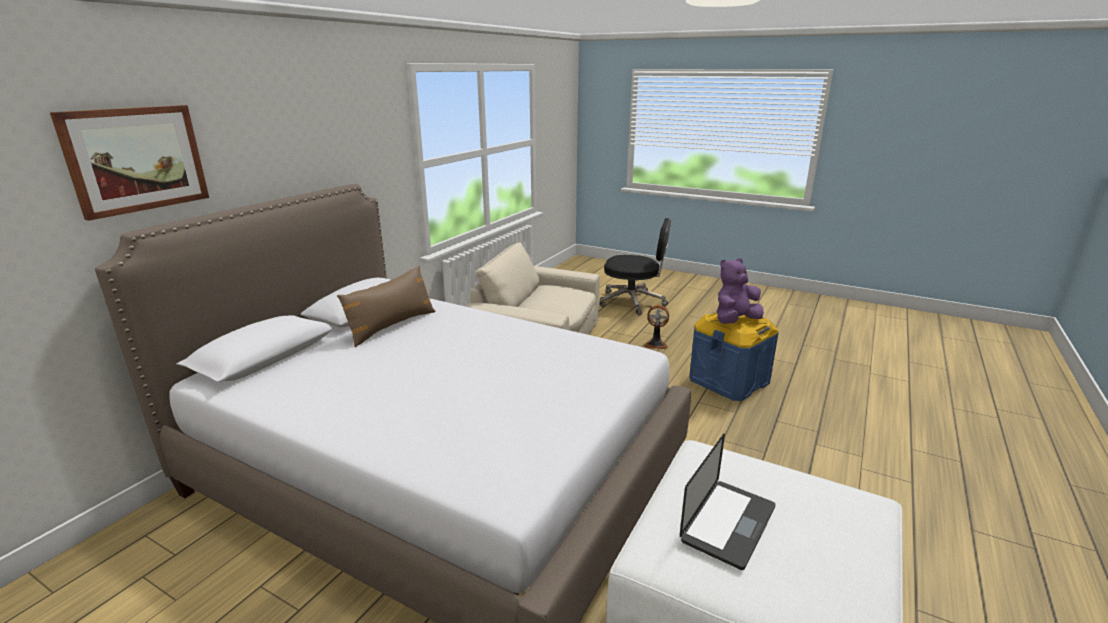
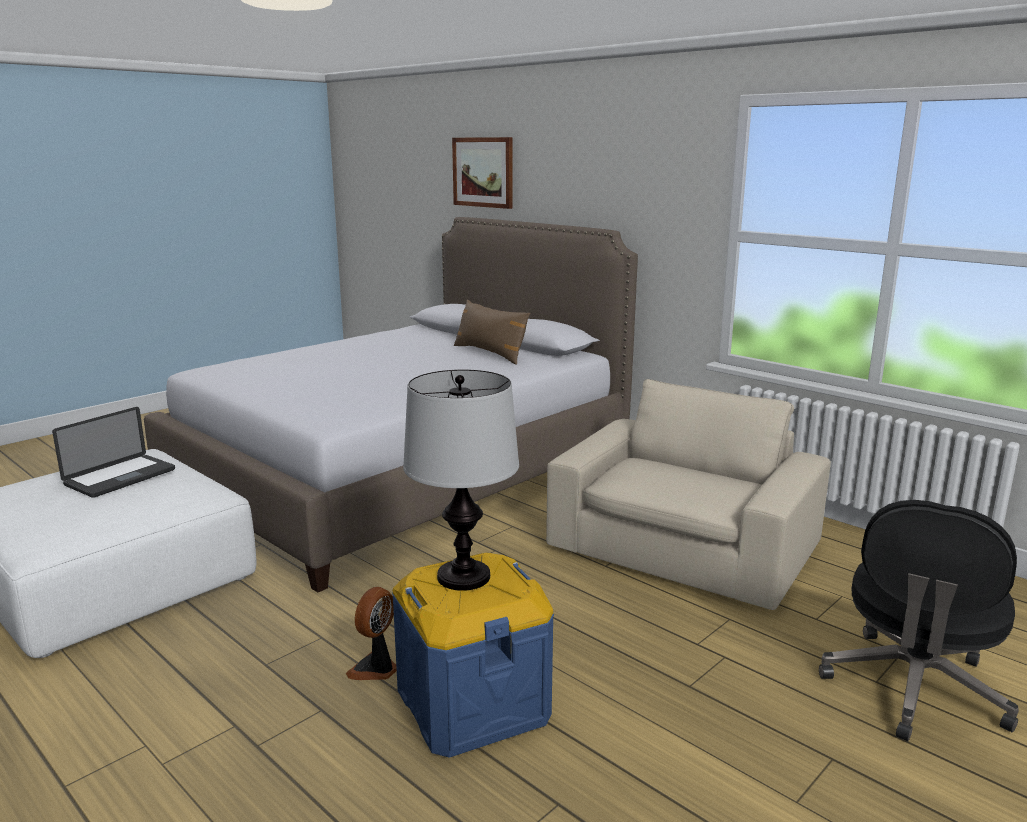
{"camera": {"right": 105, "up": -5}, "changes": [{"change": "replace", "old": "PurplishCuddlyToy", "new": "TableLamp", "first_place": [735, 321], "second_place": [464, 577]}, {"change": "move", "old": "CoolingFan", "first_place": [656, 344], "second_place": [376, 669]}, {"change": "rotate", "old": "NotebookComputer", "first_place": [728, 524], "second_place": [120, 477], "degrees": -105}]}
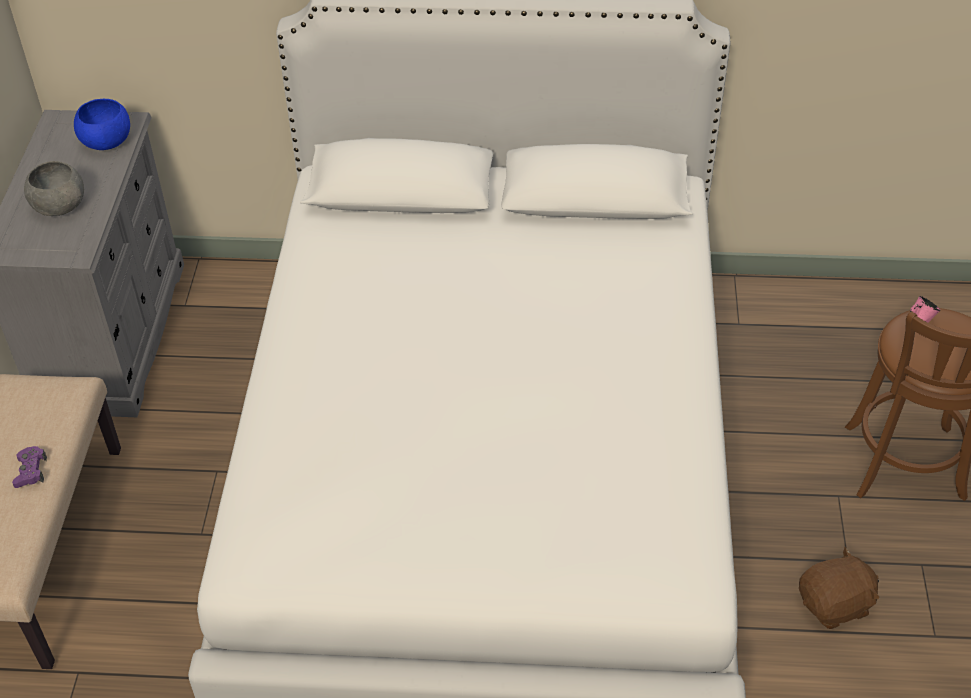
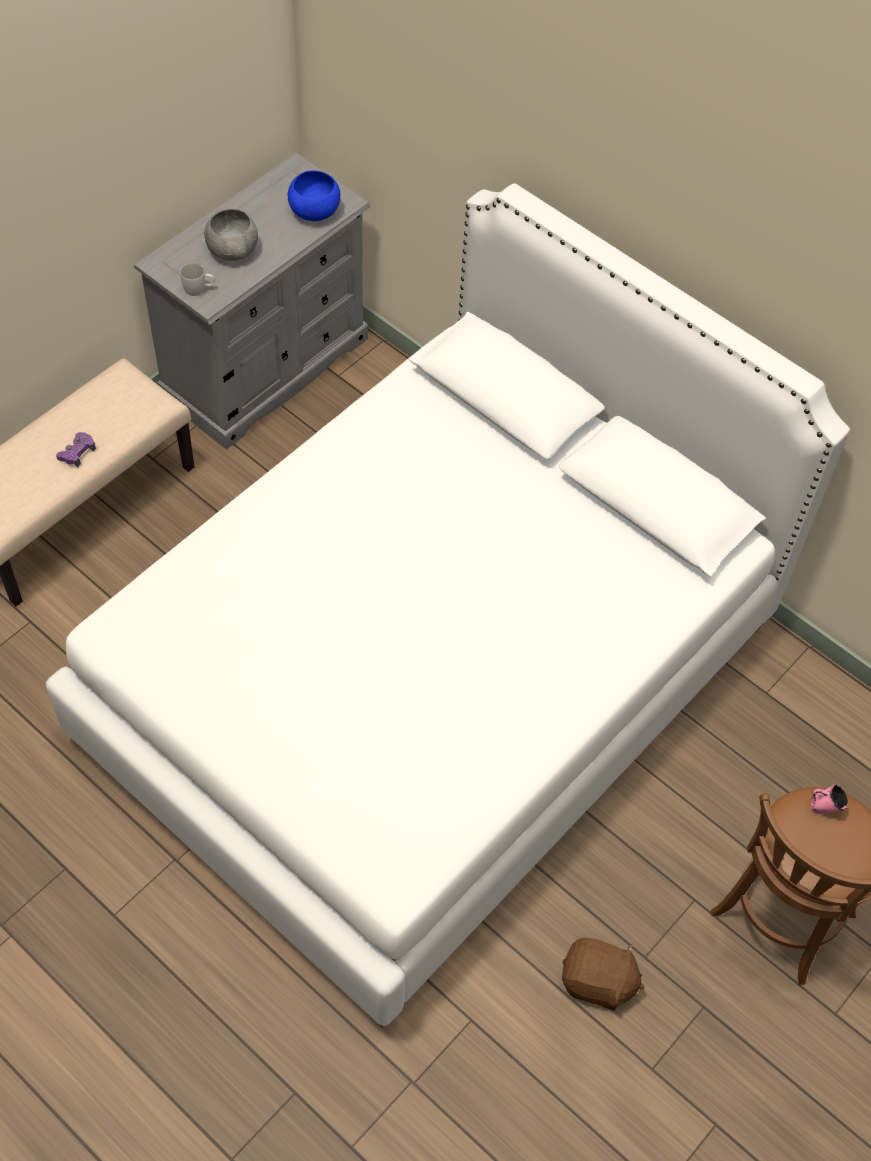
{"camera": {"right": 35, "up": 10}, "changes": [{"change": "insert", "new": "WhiteColouredCoffeeMug", "second_place": [199, 289]}]}
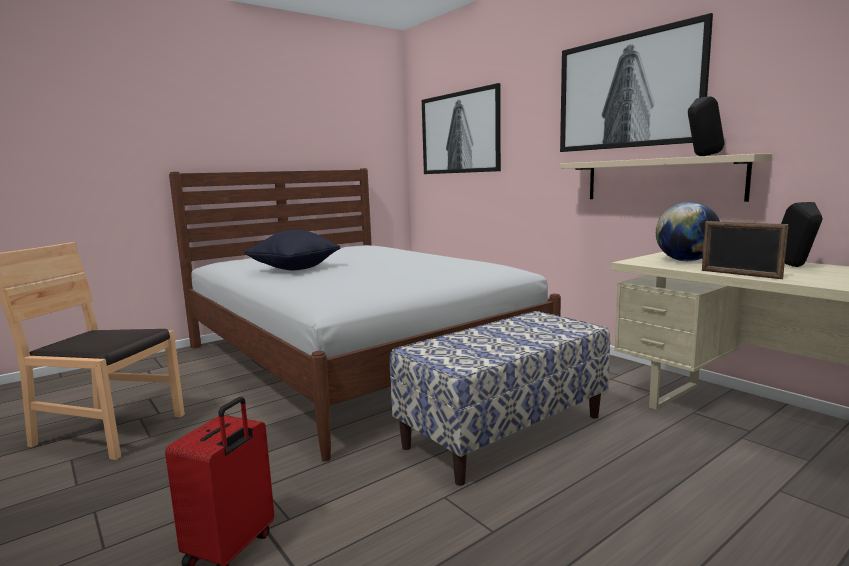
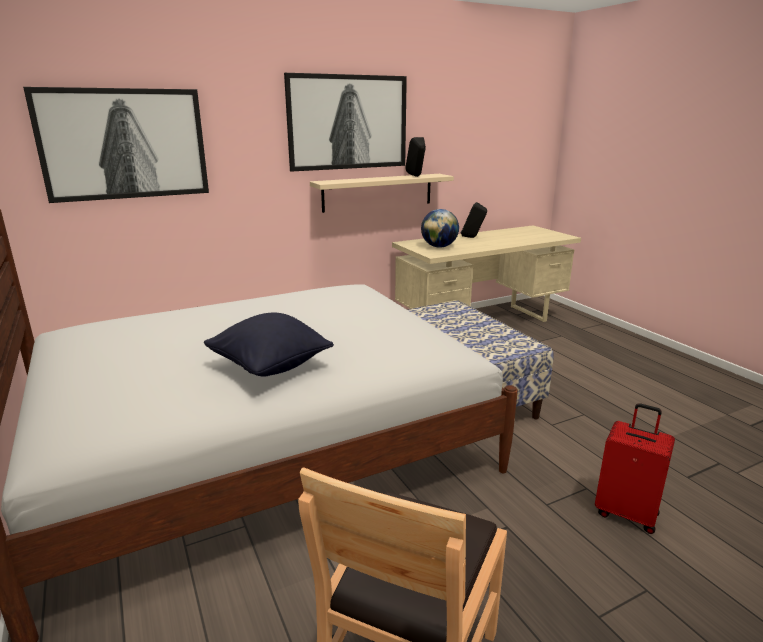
{"camera": {"right": -80, "up": 10}, "changes": [{"change": "delete", "old": "StandingFrame", "first_place": [740, 274]}]}
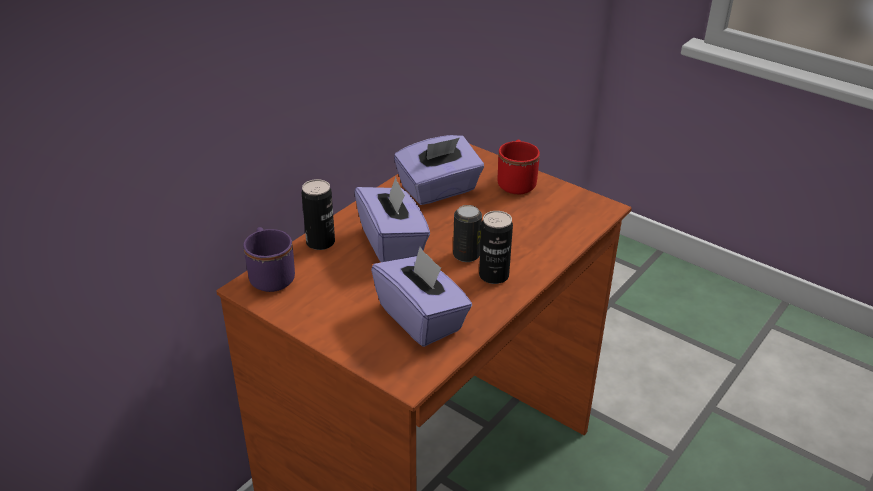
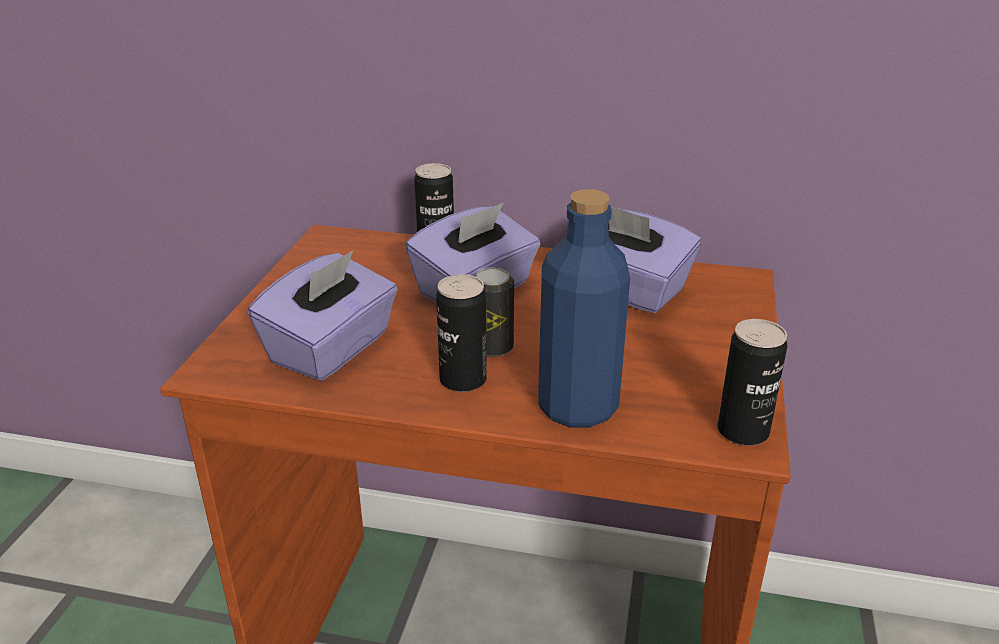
{"camera": {"right": 65, "up": -5}, "changes": [{"change": "delete", "old": "ReddishCoffeeMug", "first_place": [516, 182]}, {"change": "delete", "old": "PurplishCoffeeMug", "first_place": [270, 275]}, {"change": "insert", "new": "BlueDrinkBottle", "second_place": [577, 407]}, {"change": "insert", "new": "Can", "second_place": [742, 431]}]}
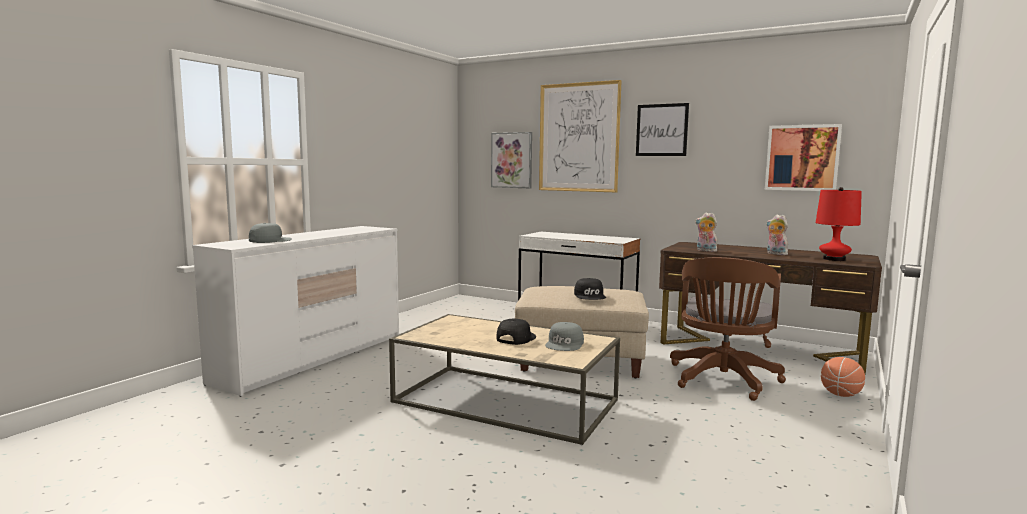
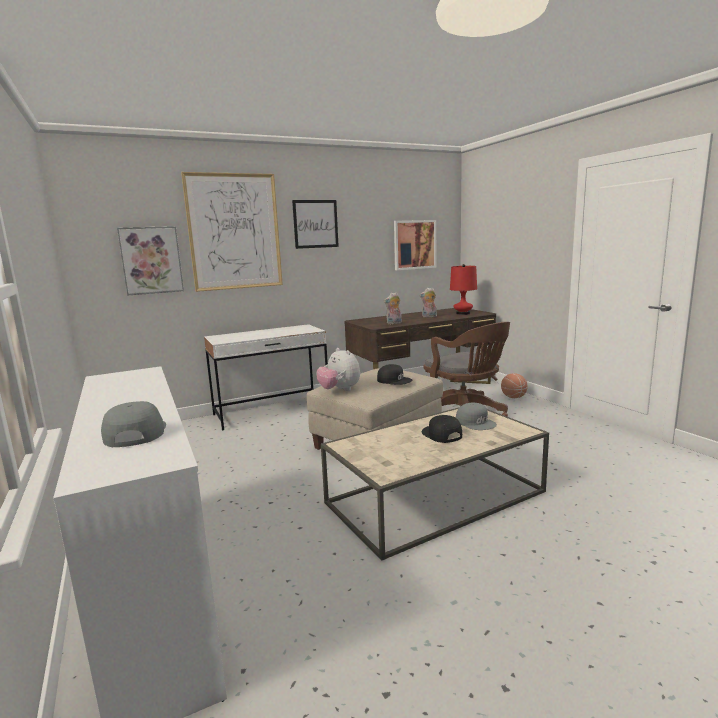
{"camera": {"right": -55, "up": 5}, "changes": [{"change": "insert", "new": "CuddlyToy", "second_place": [339, 390]}]}
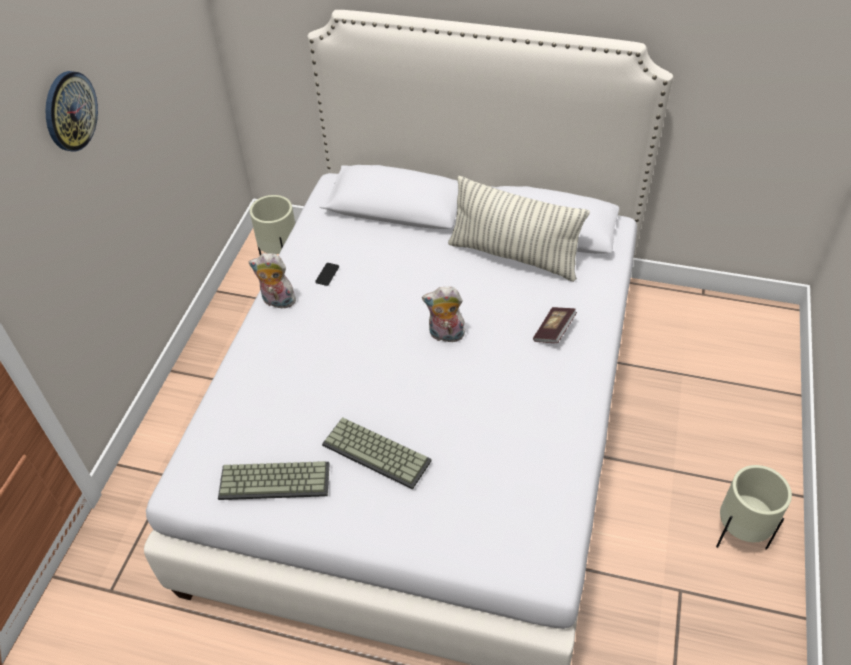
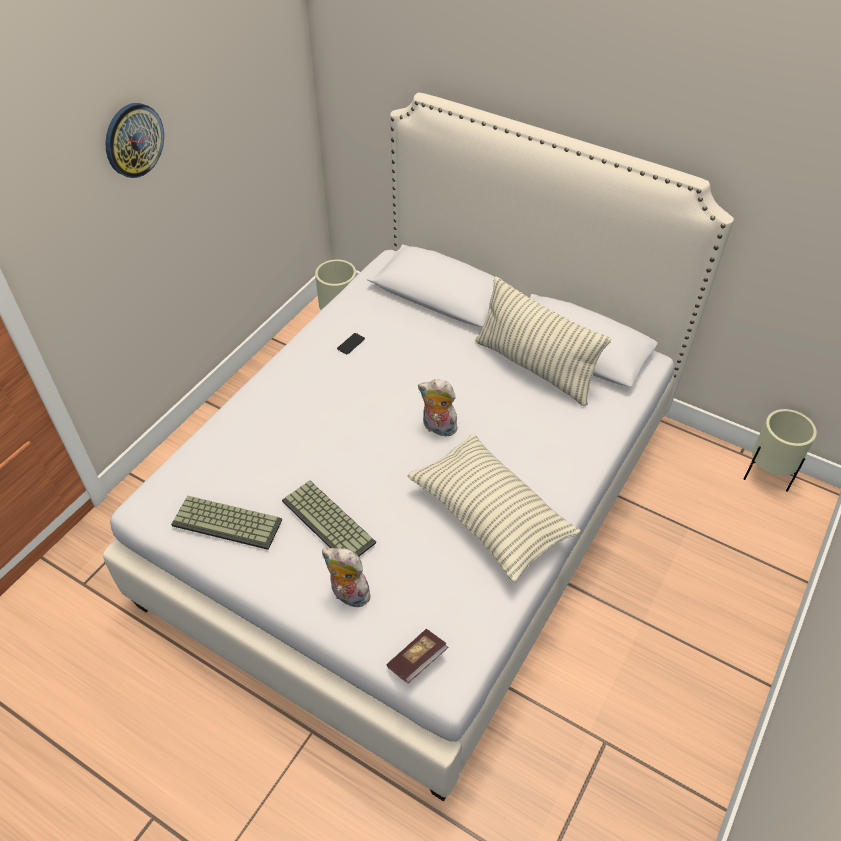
{"camera": {"right": 15, "up": 0}, "changes": [{"change": "move", "old": "CuddlyToy", "first_place": [277, 302], "second_place": [348, 595]}, {"change": "move", "old": "Volume", "first_place": [553, 331], "second_place": [417, 661]}, {"change": "move", "old": "BeigeColouredPlanter", "first_place": [738, 535], "second_place": [766, 476]}, {"change": "insert", "new": "Pillow", "second_place": [490, 517]}]}
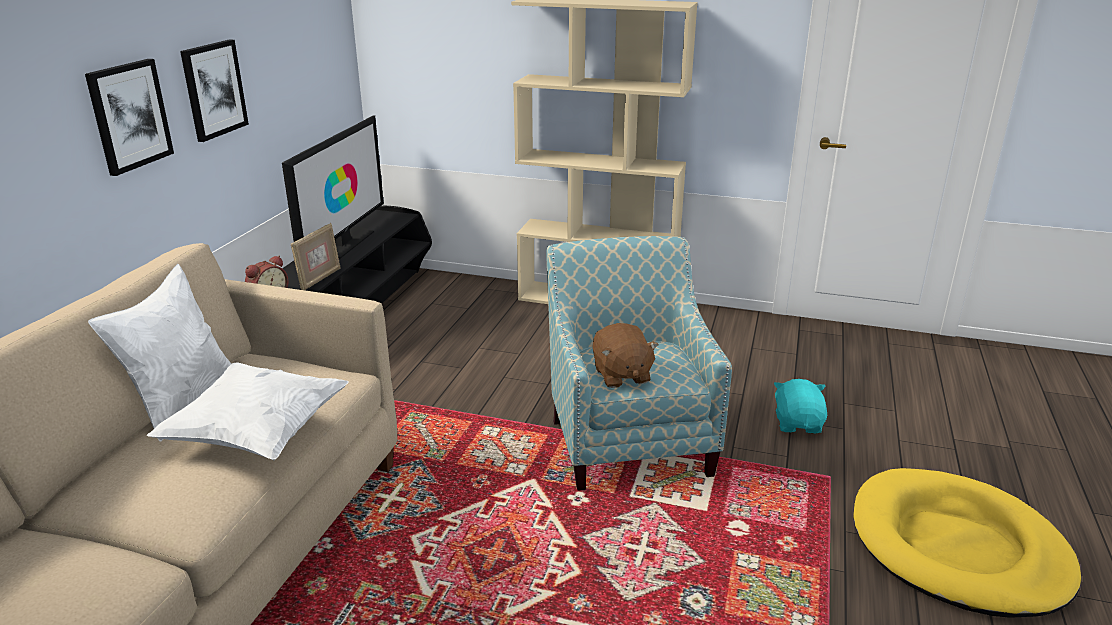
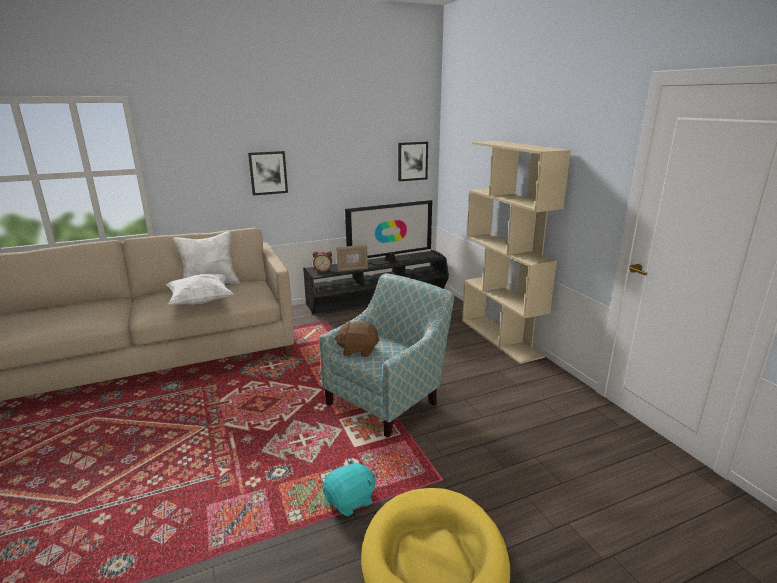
{"camera": {"right": 50, "up": -5}, "changes": [{"change": "move", "old": "WallArt", "first_place": [213, 89], "second_place": [412, 161]}, {"change": "rotate", "old": "BrownCuddlyToy", "first_place": [621, 375], "second_place": [358, 350], "degrees": 60}, {"change": "move", "old": "BlueGreenCuddlyToy", "first_place": [798, 424], "second_place": [350, 501]}]}
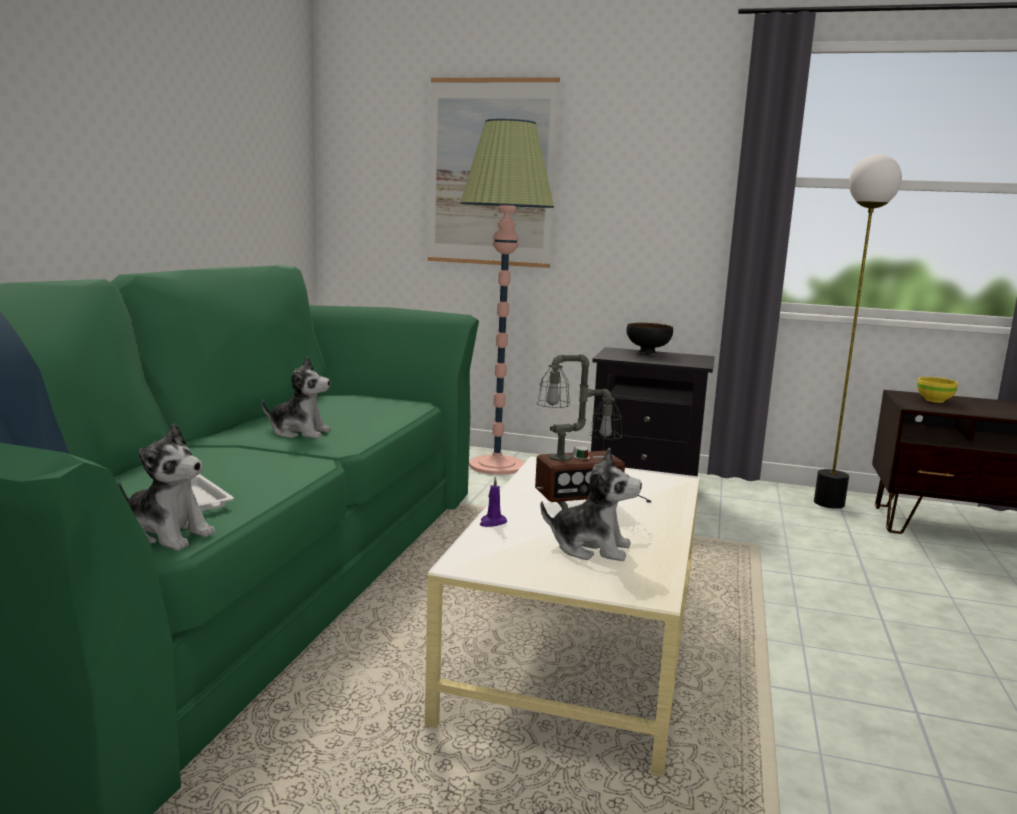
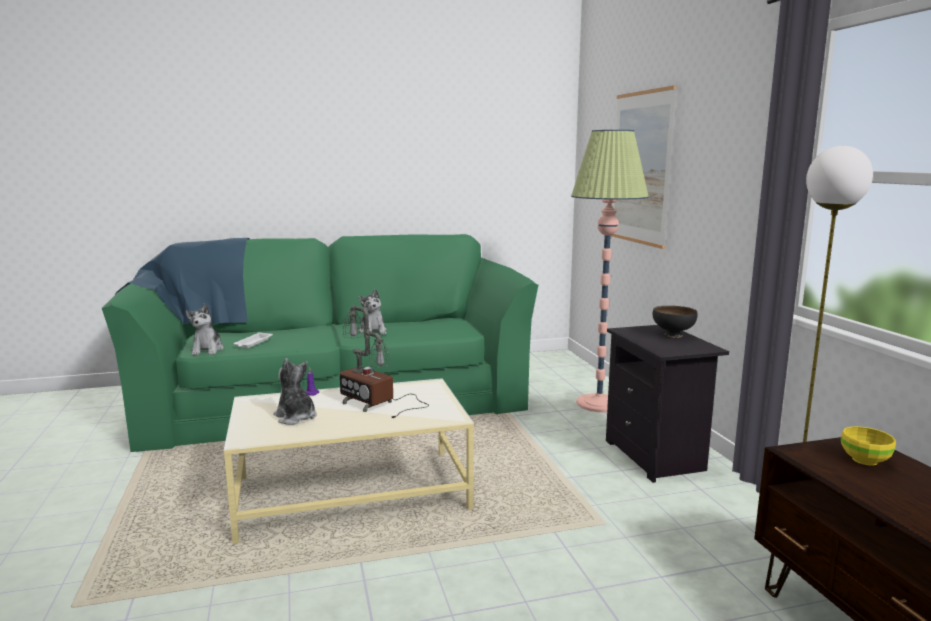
{"camera": {"right": 60, "up": 0}, "changes": [{"change": "rotate", "old": "CuddlyToy", "first_place": [590, 547], "second_place": [296, 417], "degrees": 150}]}
